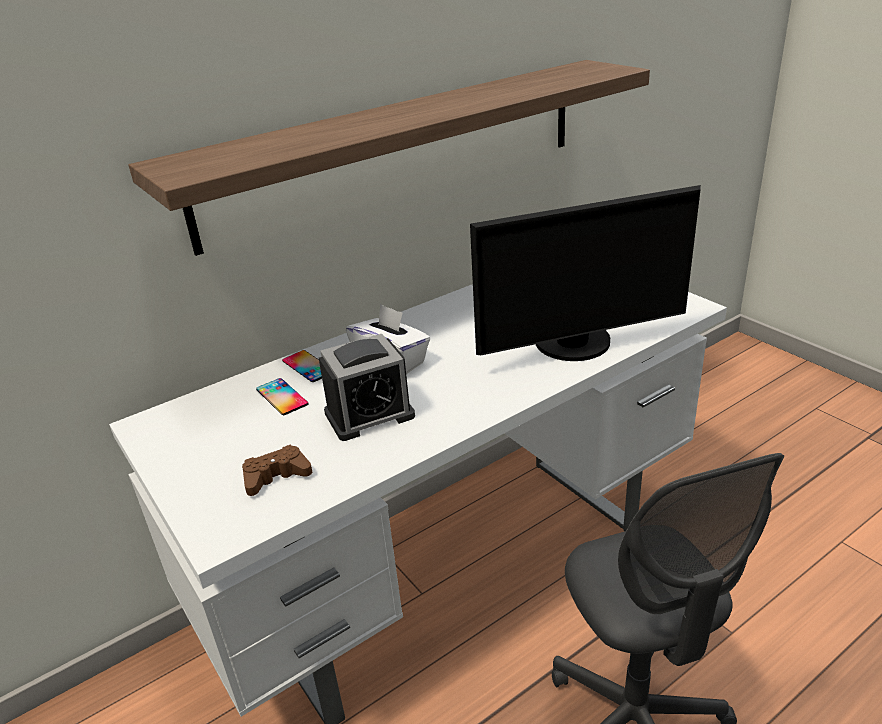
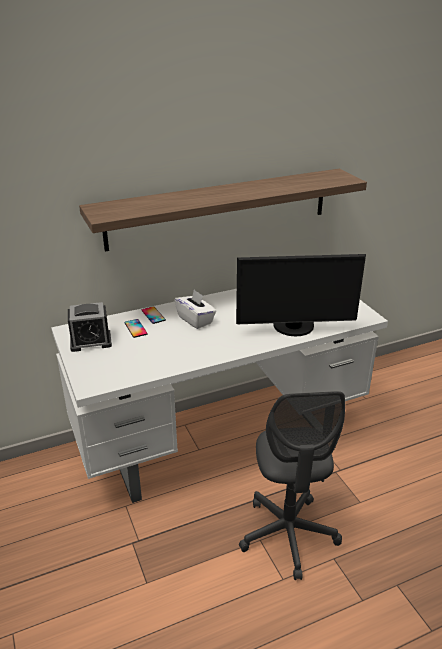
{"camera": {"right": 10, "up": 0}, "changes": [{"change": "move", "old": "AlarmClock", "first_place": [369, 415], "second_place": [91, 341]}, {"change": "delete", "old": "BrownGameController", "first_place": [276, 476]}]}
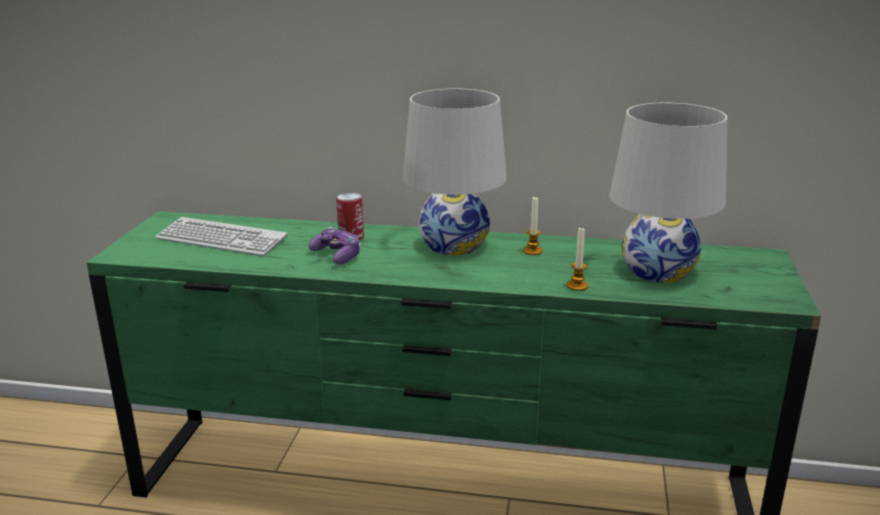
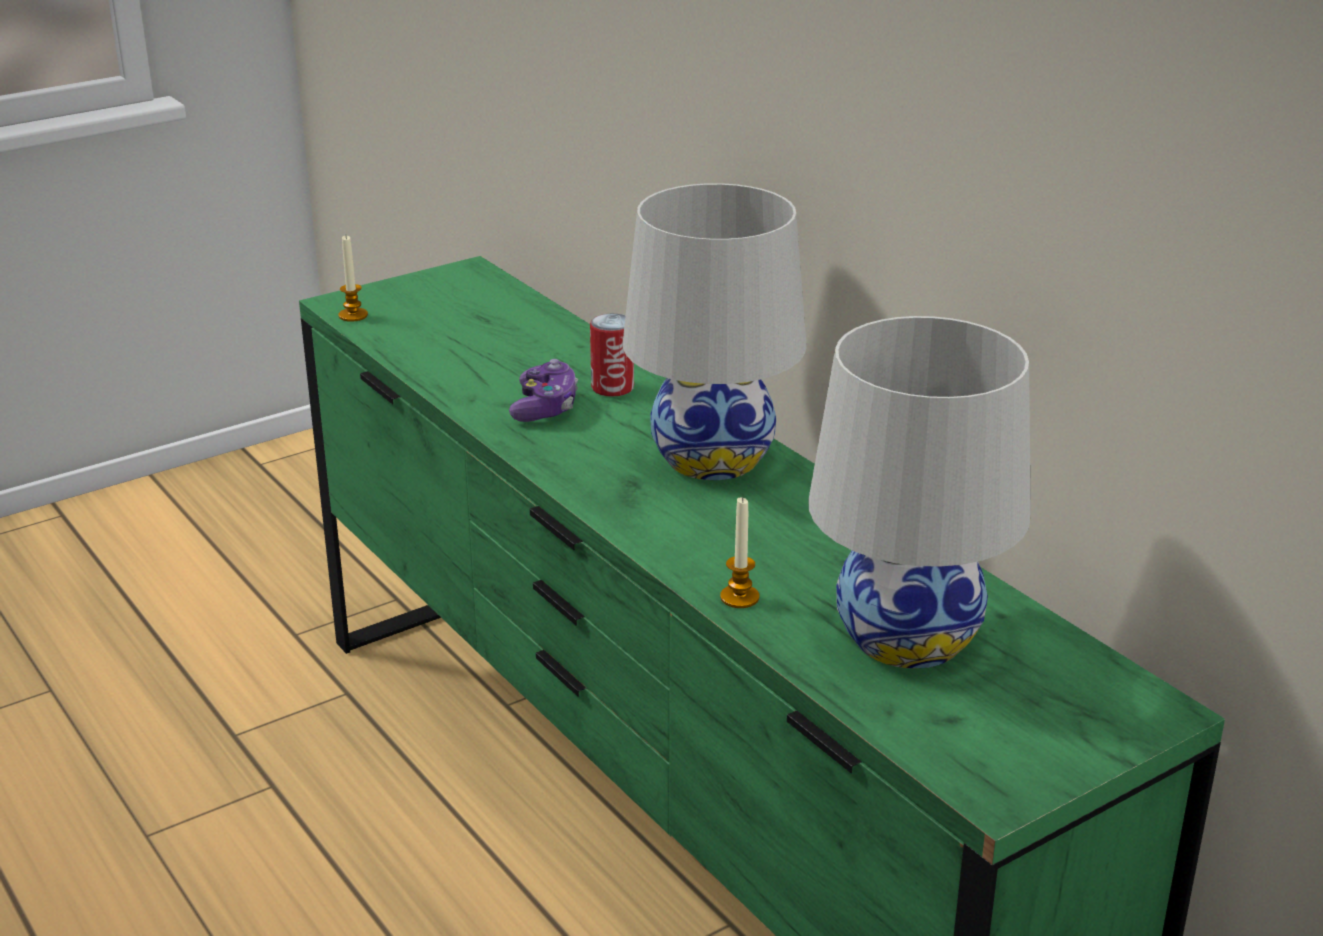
{"camera": {"right": 45, "up": 5}, "changes": [{"change": "move", "old": "Candle", "first_place": [532, 251], "second_place": [353, 315]}, {"change": "delete", "old": "Keyboard", "first_place": [221, 239]}]}
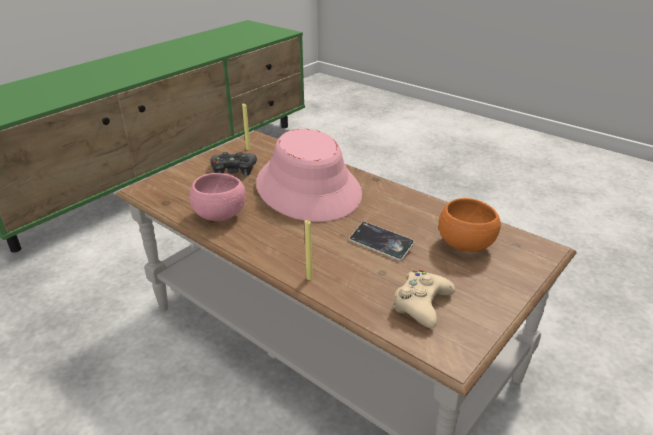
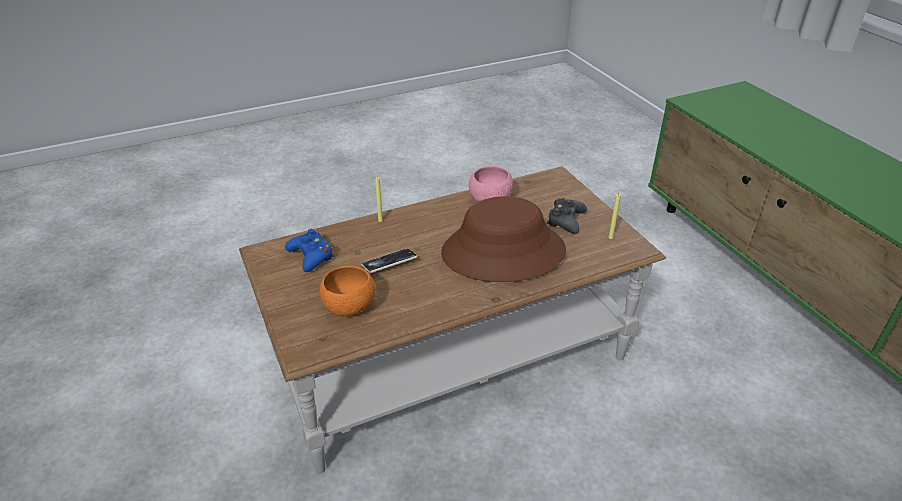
{"camera": {"right": 115, "up": 5}, "changes": [{"change": "recolor", "old": "PinkClothingHat", "new": "BrownClothingHat", "first_place": [309, 189], "second_place": [503, 252]}, {"change": "recolor", "old": "BeigeColouredGameController", "new": "BlueGameController", "first_place": [422, 304], "second_place": [311, 256]}]}
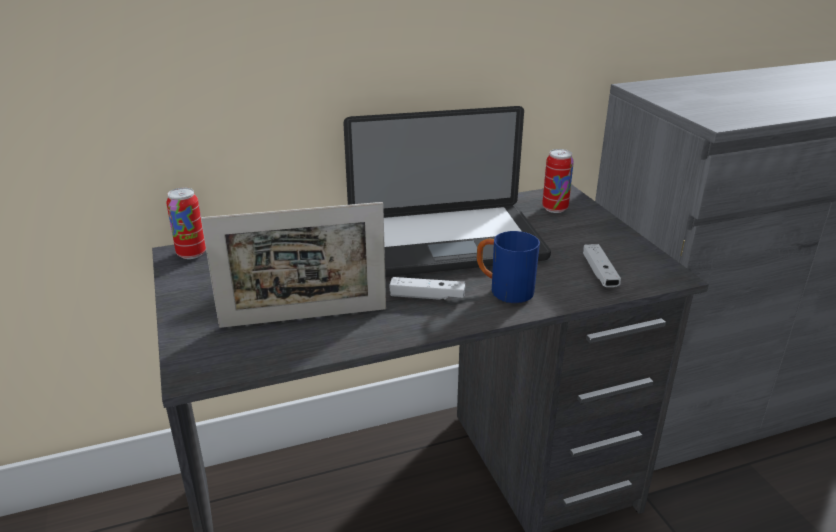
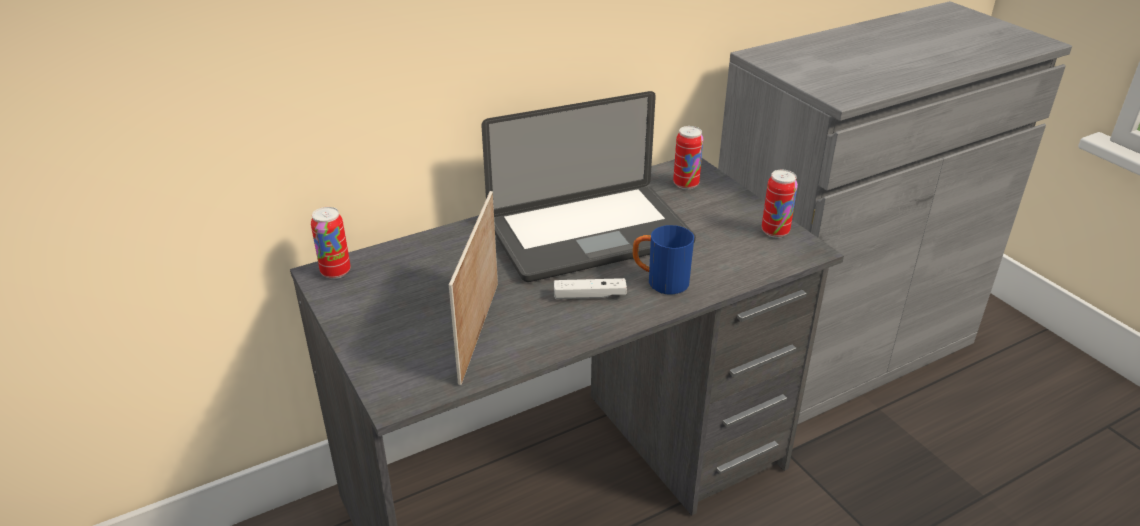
{"camera": {"right": -10, "up": 5}, "changes": [{"change": "rotate", "old": "StandingFrame", "first_place": [304, 317], "second_place": [479, 331], "degrees": 120}, {"change": "delete", "old": "WhiteColouredGameController", "first_place": [599, 273]}, {"change": "insert", "new": "Can", "second_place": [775, 232]}]}
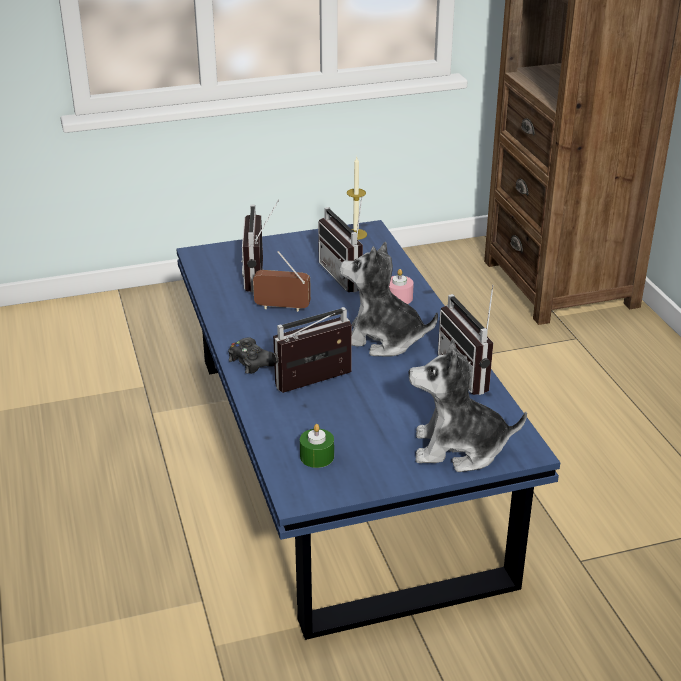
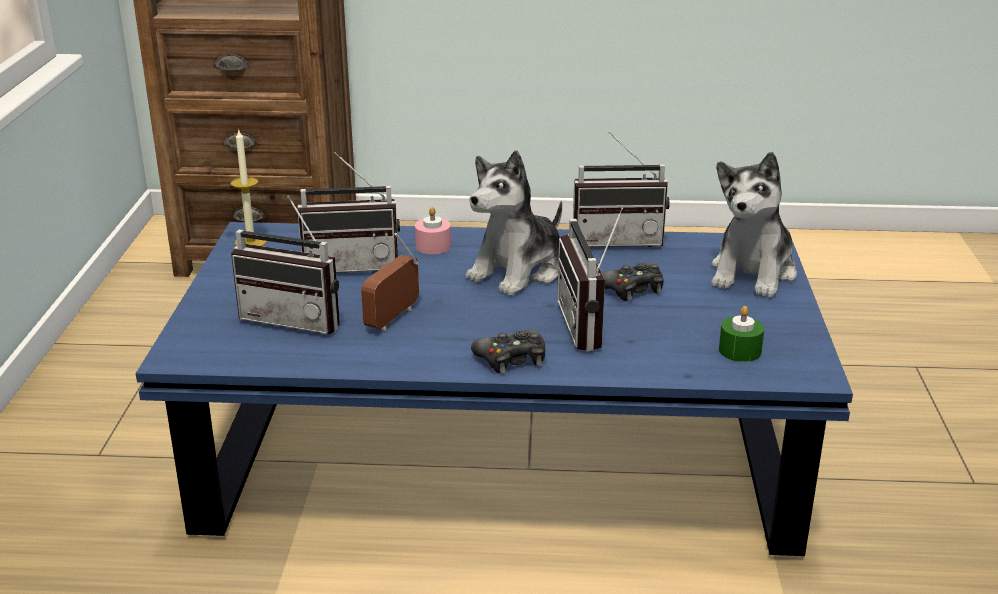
{"camera": {"right": -70, "up": -5}, "changes": [{"change": "insert", "new": "BlackGameController", "second_place": [632, 289]}]}
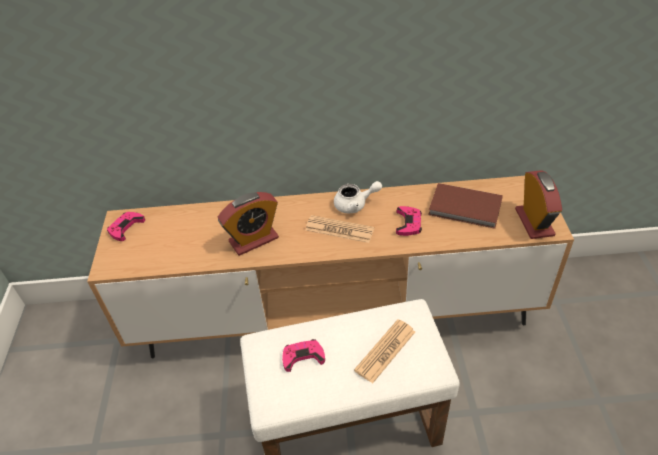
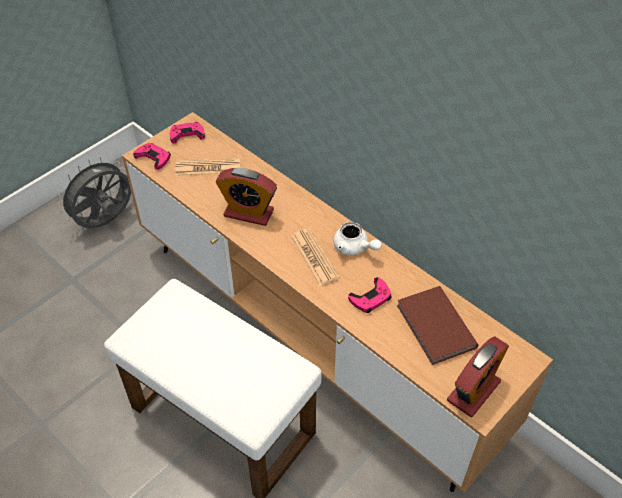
{"camera": {"right": 45, "up": 5}, "changes": [{"change": "move", "old": "DailyPaper", "first_place": [385, 351], "second_place": [208, 167]}, {"change": "move", "old": "PinkGameController", "first_place": [303, 357], "second_place": [153, 158]}, {"change": "insert", "new": "GreyCoolingFan", "second_place": [105, 222]}]}
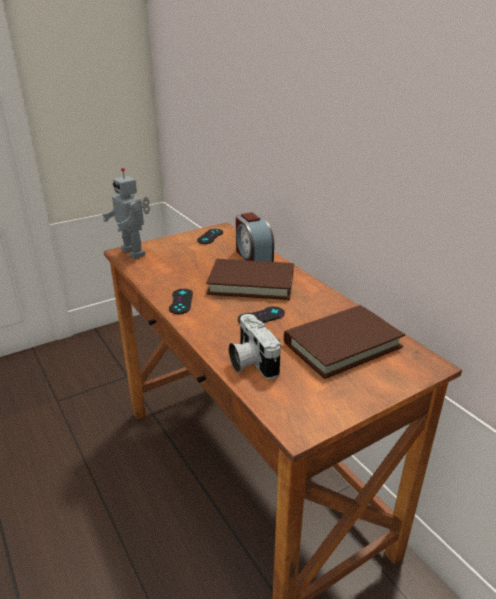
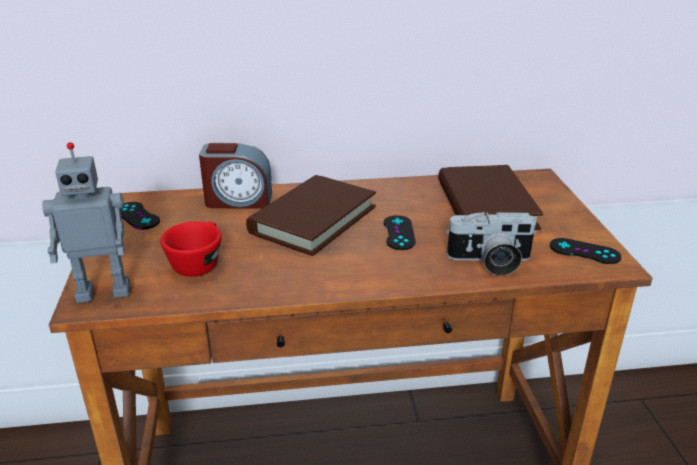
{"camera": {"right": -65, "up": 0}, "changes": [{"change": "move", "old": "BlackGameController", "first_place": [181, 301], "second_place": [584, 251]}, {"change": "insert", "new": "ReddishSmallCup", "second_place": [198, 263]}]}
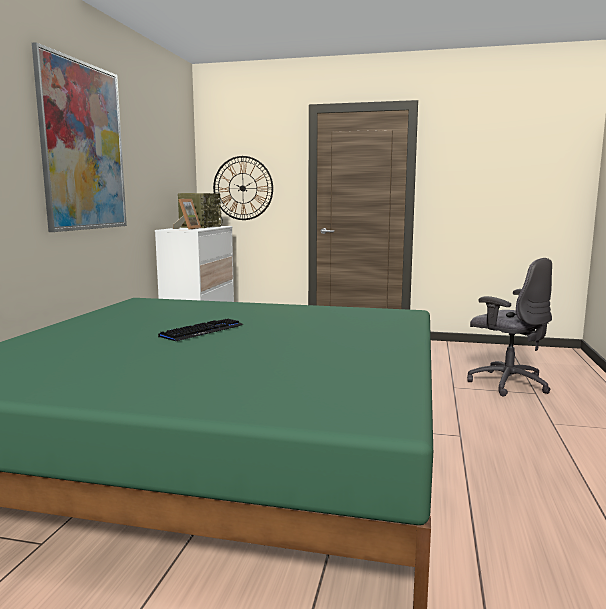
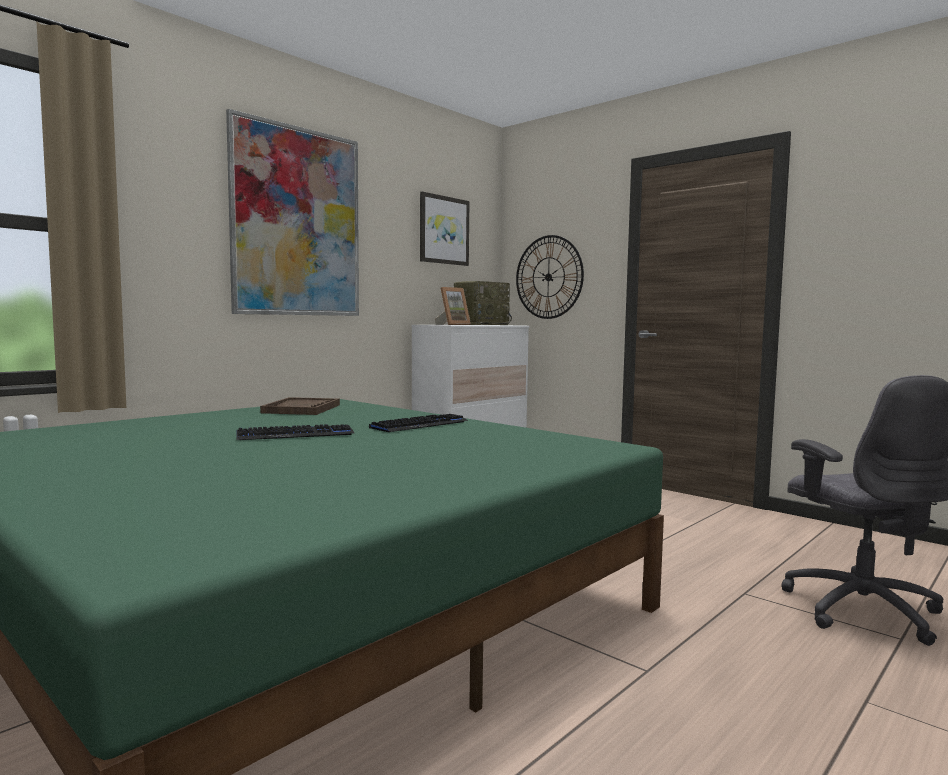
{"camera": {"right": 30, "up": -5}, "changes": [{"change": "insert", "new": "WallArt", "second_place": [443, 230]}, {"change": "insert", "new": "BrownServingTray", "second_place": [302, 409]}, {"change": "insert", "new": "Keyboard", "second_place": [420, 425]}]}
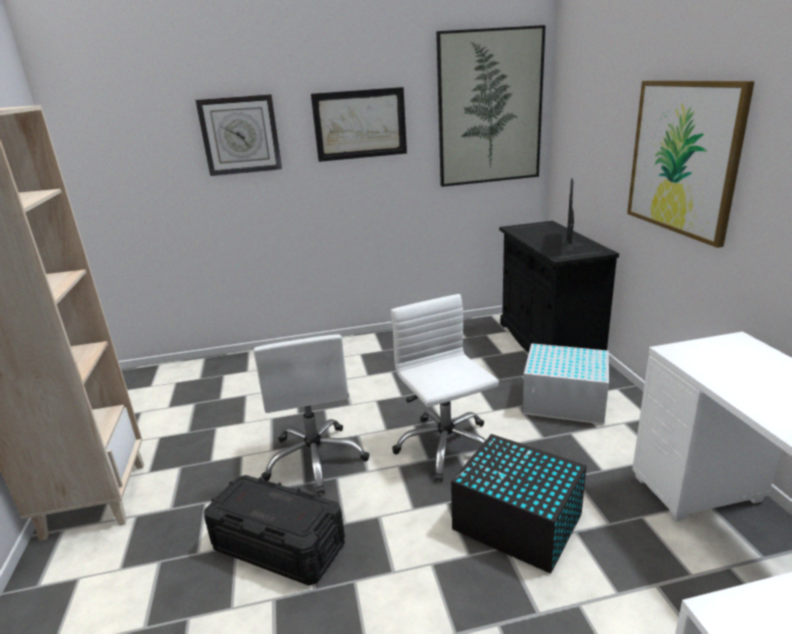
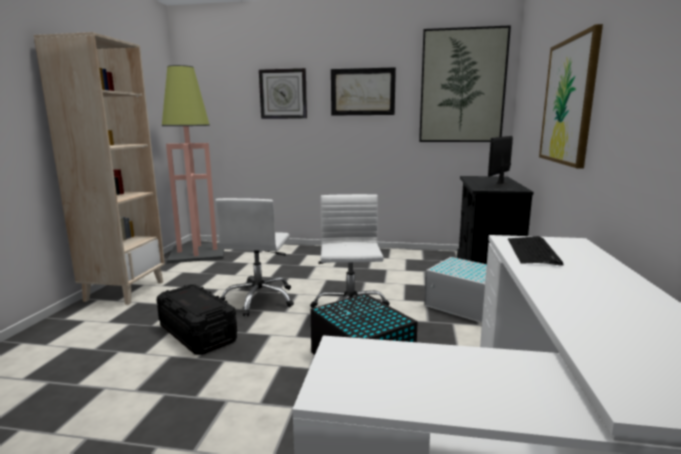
{"camera": {"right": 20, "up": -10}, "changes": [{"change": "insert", "new": "FloorLamp", "second_place": [198, 253]}, {"change": "insert", "new": "Keyboard", "second_place": [533, 251]}]}
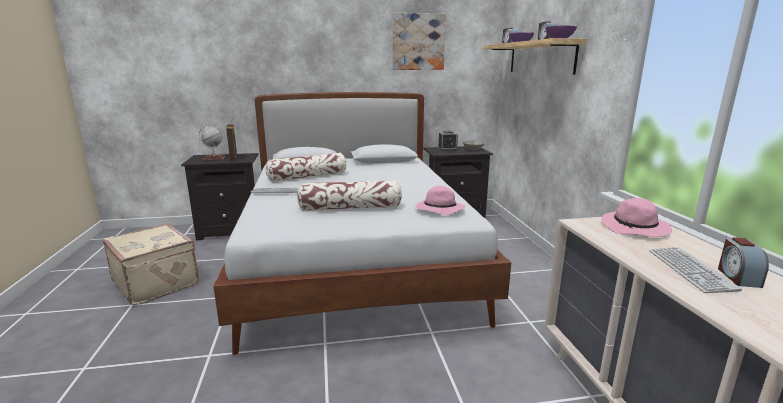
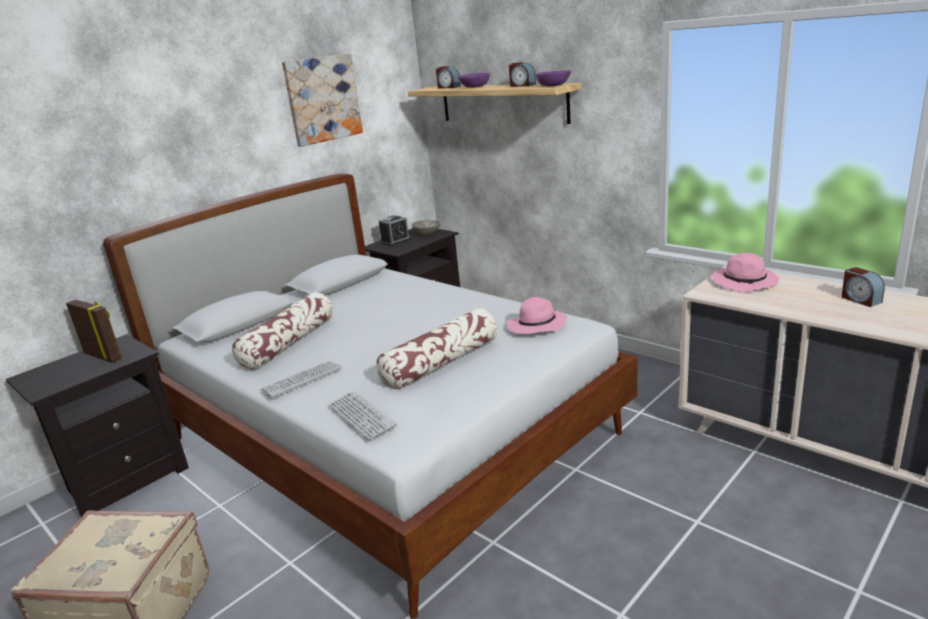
{"camera": {"right": -35, "up": 5}, "changes": [{"change": "delete", "old": "WorldGlobe", "first_place": [214, 158]}, {"change": "move", "old": "Keyboard", "first_place": [690, 270], "second_place": [362, 416]}]}
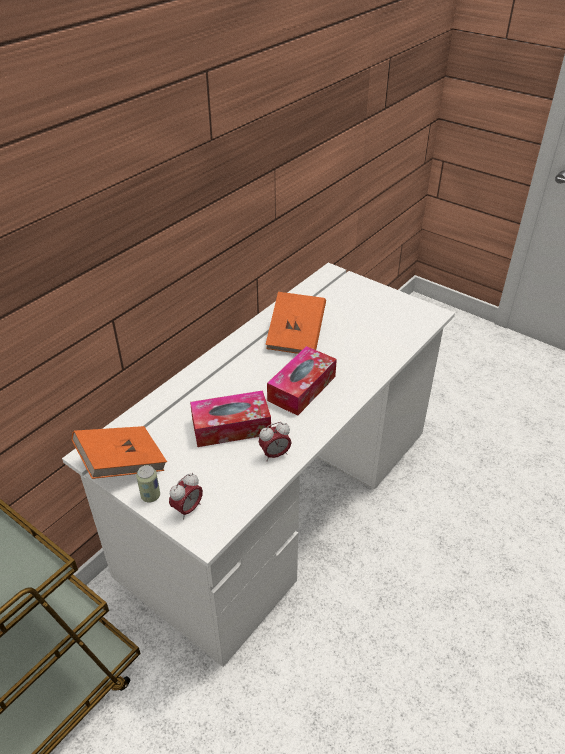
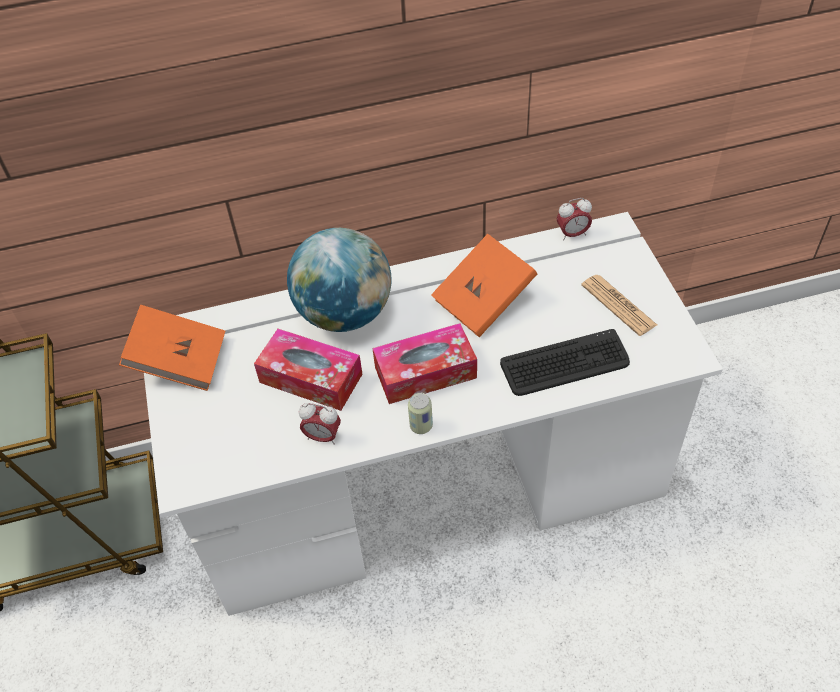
{"camera": {"right": 40, "up": 10}, "changes": [{"change": "move", "old": "Can", "first_place": [150, 496], "second_place": [421, 426]}, {"change": "move", "old": "AlarmClock", "first_place": [188, 509], "second_place": [572, 234]}, {"change": "insert", "new": "WorldGlobe", "second_place": [345, 314]}, {"change": "insert", "new": "DailyPaper", "second_place": [618, 305]}, {"change": "insert", "new": "Keyboard", "second_place": [565, 364]}]}
